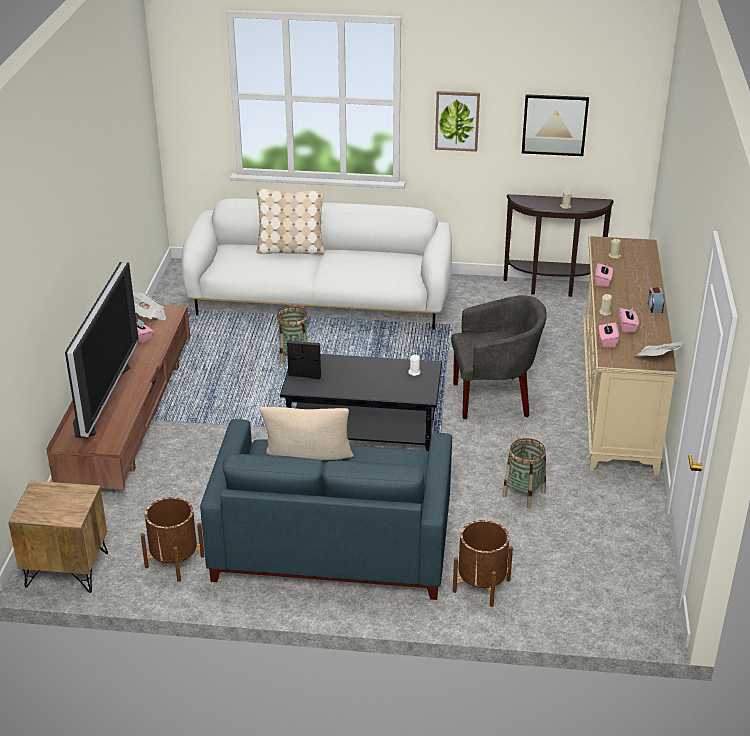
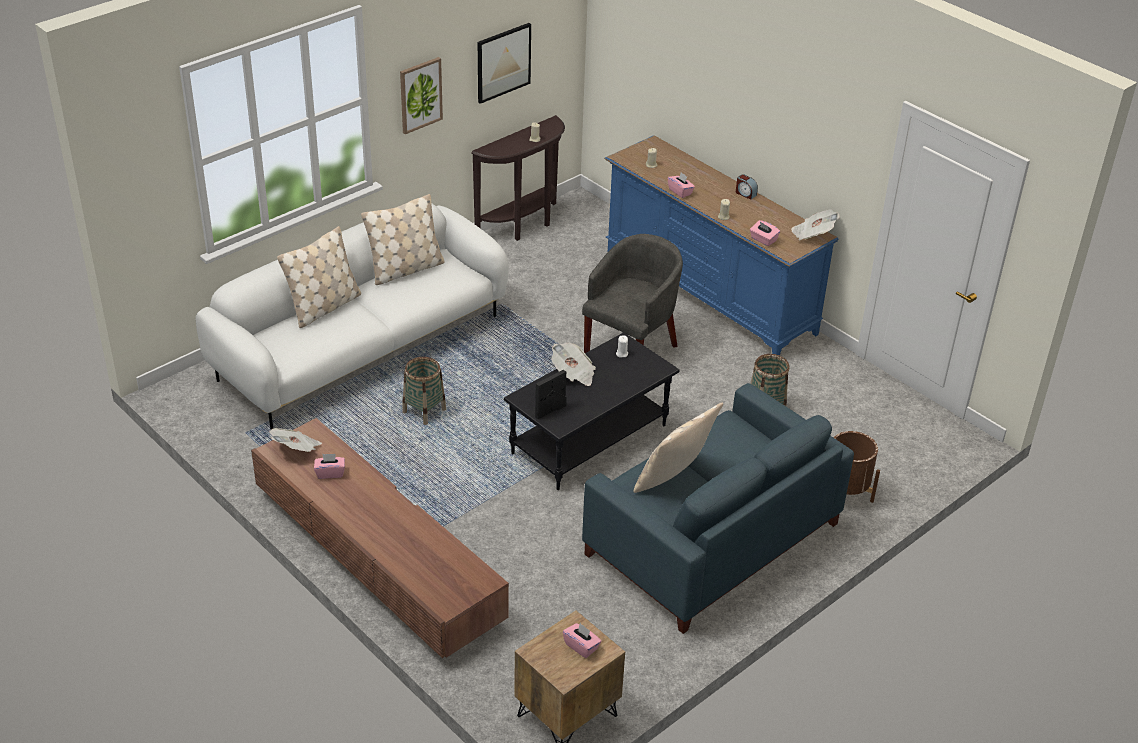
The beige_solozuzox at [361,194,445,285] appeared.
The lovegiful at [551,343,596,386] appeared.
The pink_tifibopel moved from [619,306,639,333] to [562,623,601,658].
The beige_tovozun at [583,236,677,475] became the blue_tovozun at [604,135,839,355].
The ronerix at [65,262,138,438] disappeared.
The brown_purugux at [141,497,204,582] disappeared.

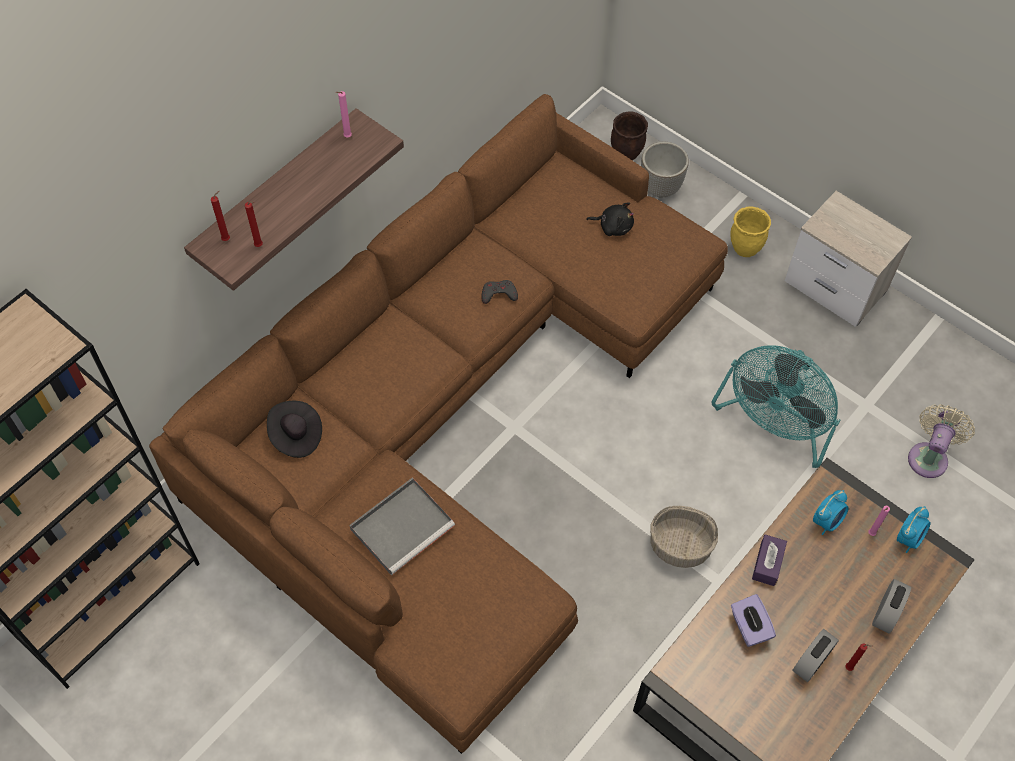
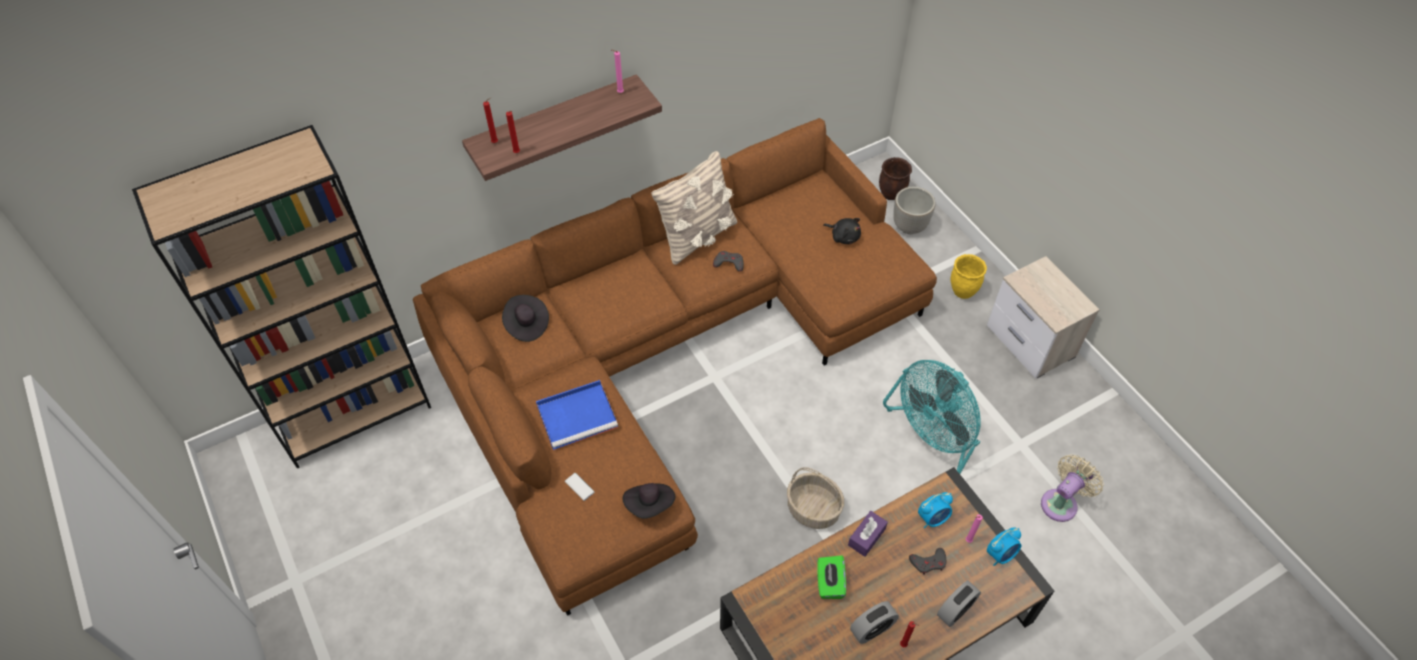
The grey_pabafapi at [349,477,455,576] became the blue_pabafapi at [536,380,618,450].
The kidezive at [565,473,594,501] appeared.
The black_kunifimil at [622,483,675,519] appeared.
The beige_solozuzox at [651,151,737,265] appeared.
The purple_tifibopel at [731,594,776,647] became the green_tifibopel at [817,555,846,599].
The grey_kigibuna at [909,548,946,575] appeared.

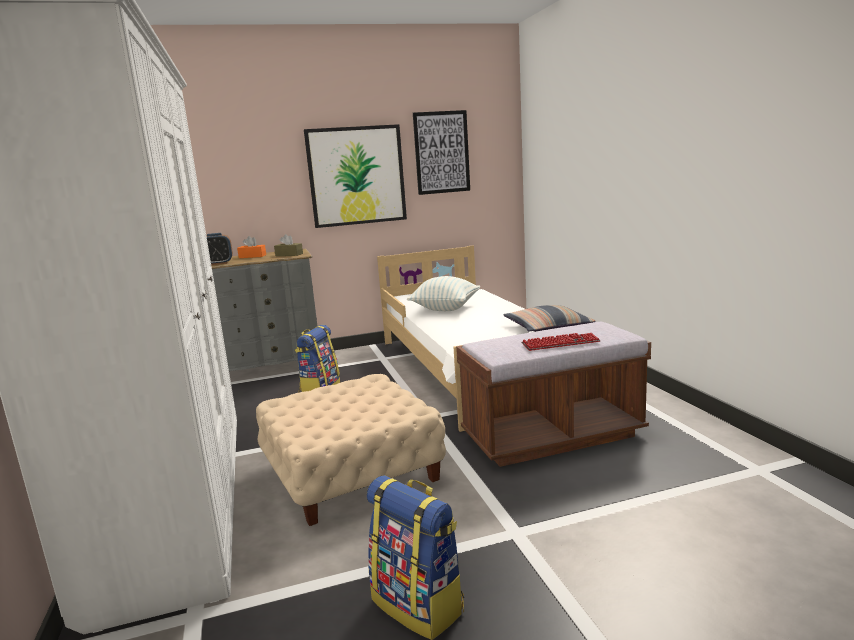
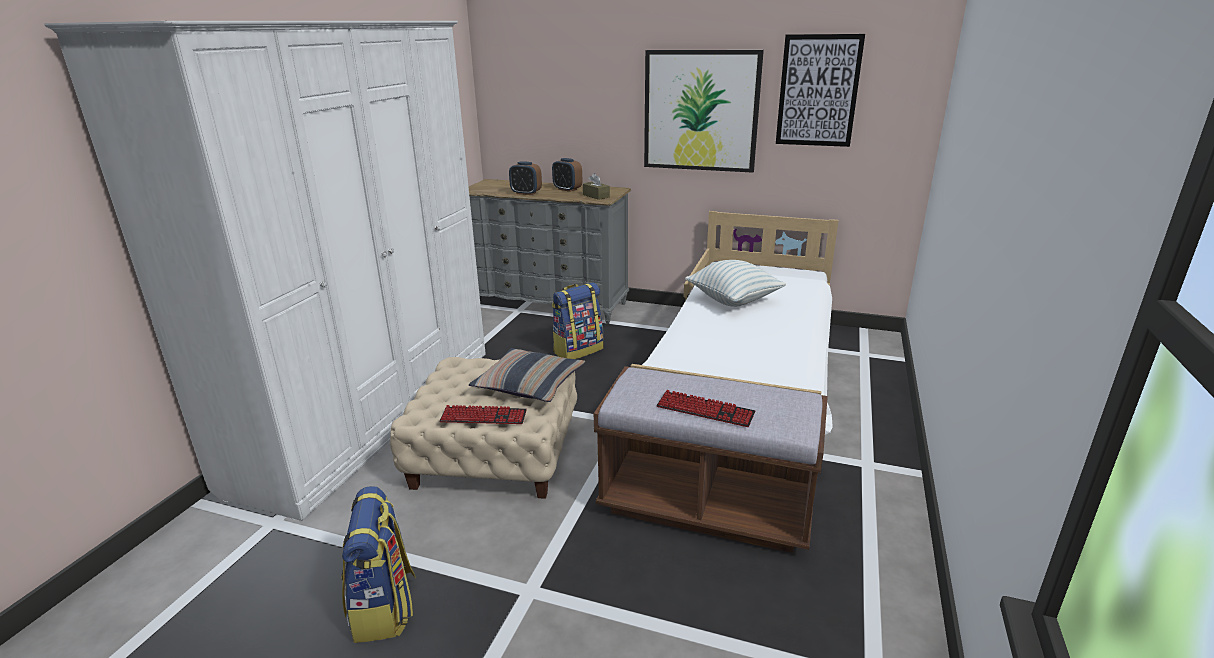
The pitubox at [440,405,527,424] appeared.
The solozuzox moved from [503,305,596,332] to [469,348,585,402].
The orange_tifibopel at [237,236,266,258] was replaced by the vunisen at [552,158,582,192].

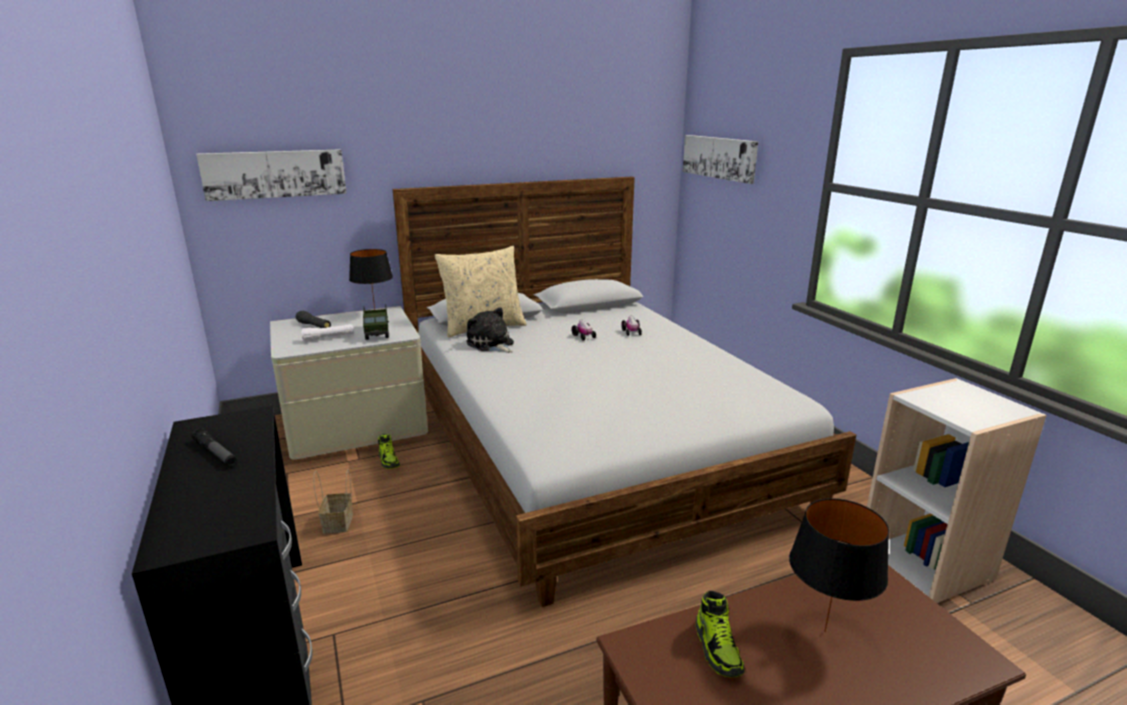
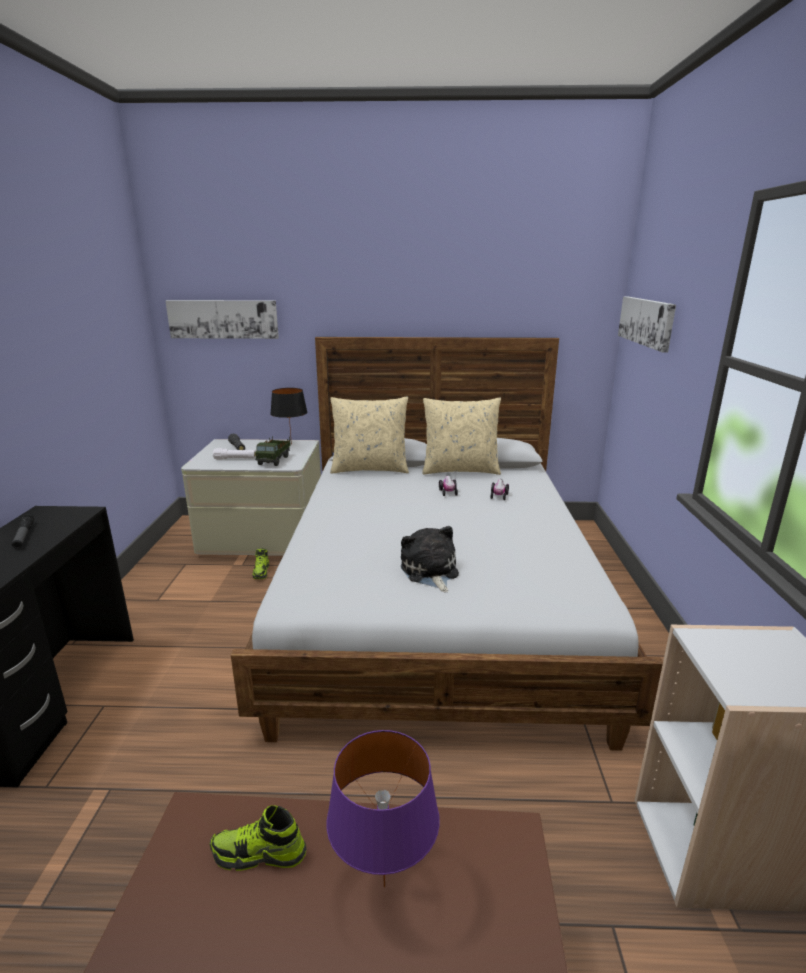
The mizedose at [696,591,745,677] turned 75 degrees clockwise.
The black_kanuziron at [789,498,889,632] became the purple_kanuziron at [327,730,440,888].
The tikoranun moved from [467,307,514,353] to [401,526,459,592].
The beige_solozuzox at [422,397,501,475] appeared.
The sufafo at [313,470,353,533] disappeared.

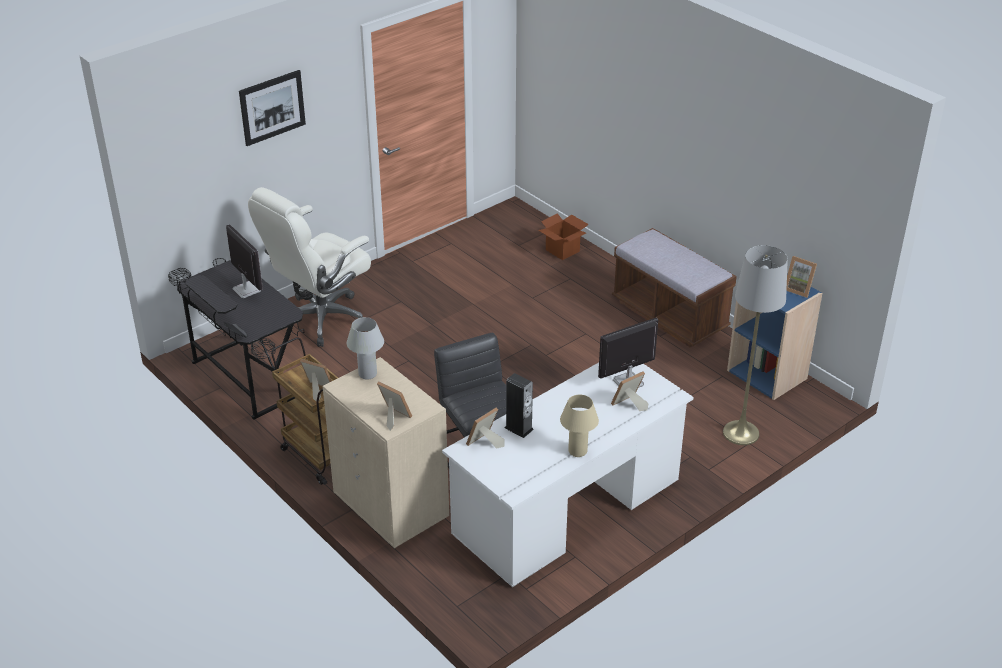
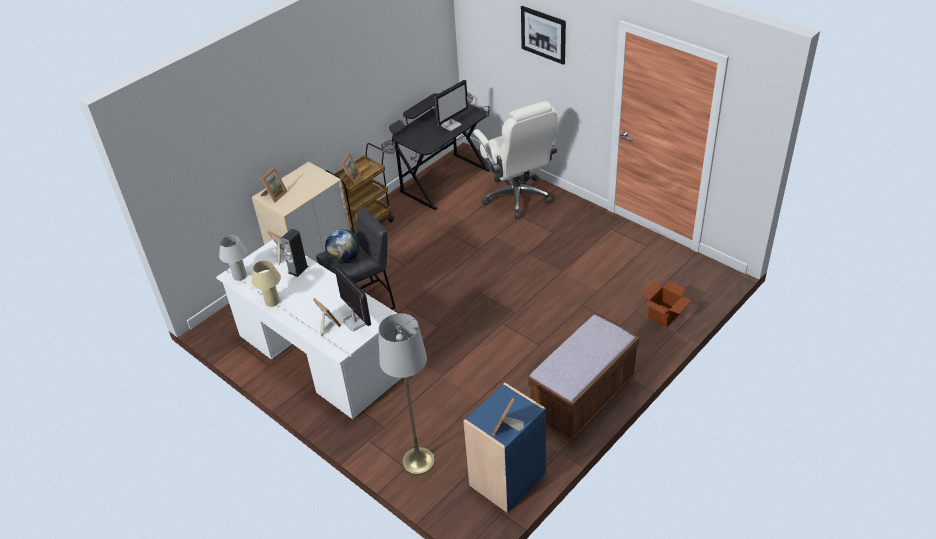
The white_kanuziron moved from [347,317,384,380] to [219,235,248,281].
The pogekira at [325,229,360,263] appeared.
The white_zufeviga at [248,187,371,347] turned 150 degrees counterclockwise.

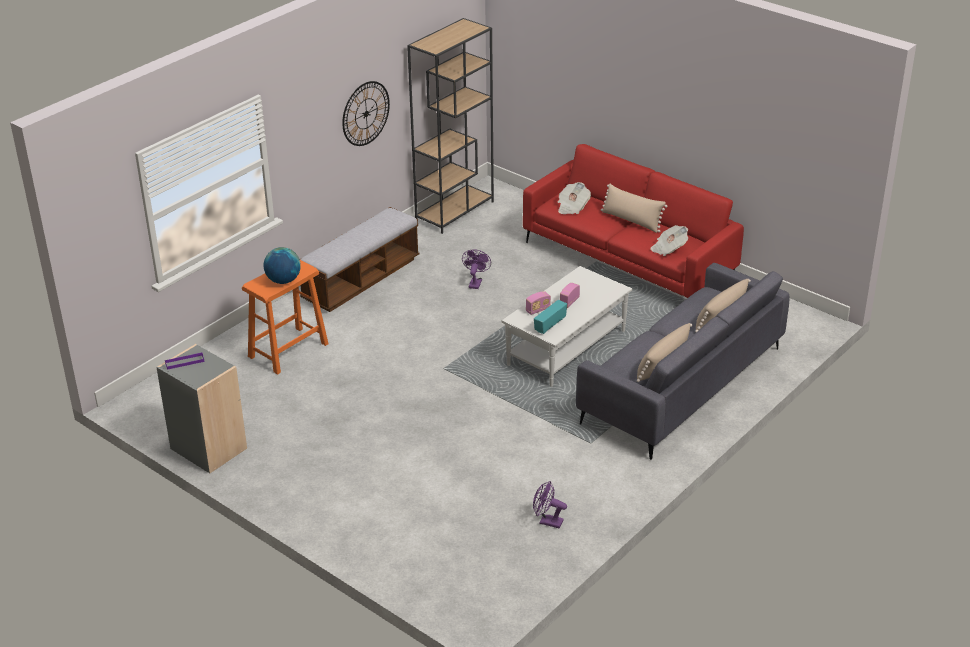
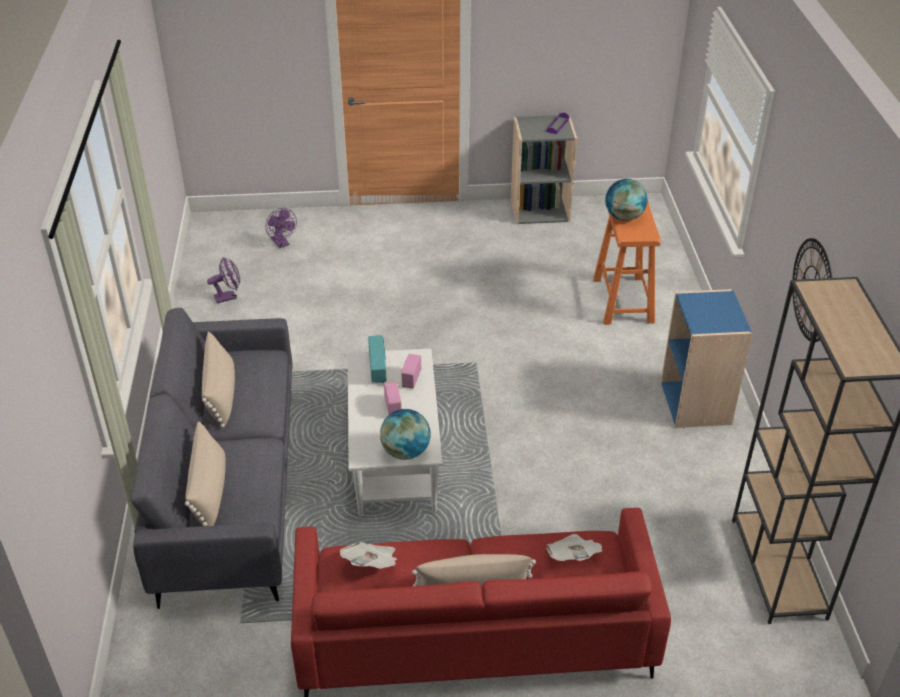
The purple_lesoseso moved from [462,249,491,289] to [265,208,297,248].
The pogekira at [380,409,431,460] appeared.
The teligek at [300,207,419,312] was replaced by the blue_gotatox at [661,289,753,428].

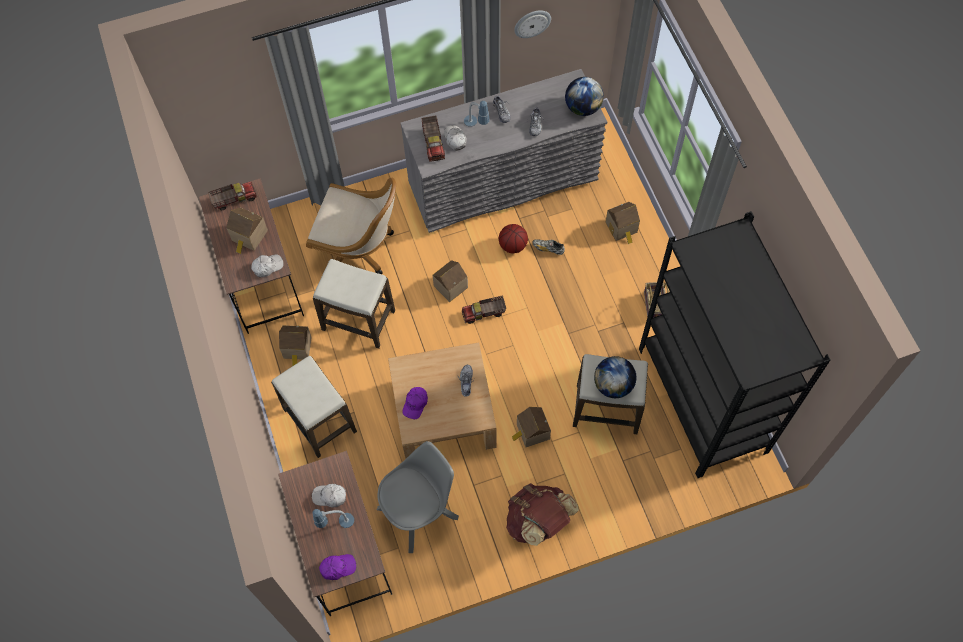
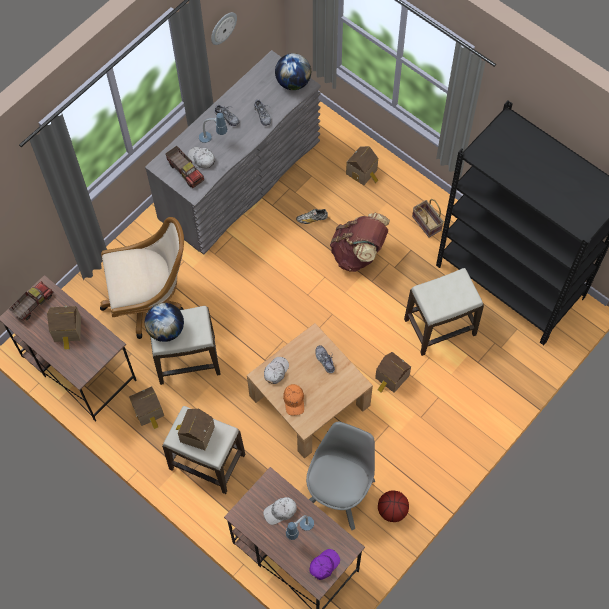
The pogekira moved from [594,356,636,398] to [145,303,184,342].
The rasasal moved from [433,260,468,302] to [176,409,215,450].
The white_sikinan moved from [251,254,284,277] to [264,357,289,384].
The purple_sikinan at [403,387,428,419] became the orange_sikinan at [283,384,304,416].
The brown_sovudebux moved from [506,483,579,546] to [330,213,390,272].
The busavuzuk moved from [499,224,528,253] to [378,491,409,522].
The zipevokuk at [462,295,506,324] disappeared.

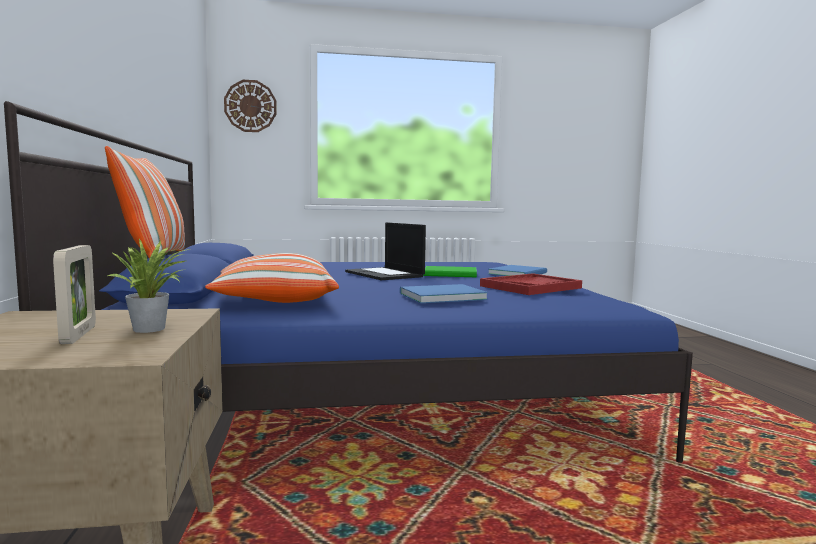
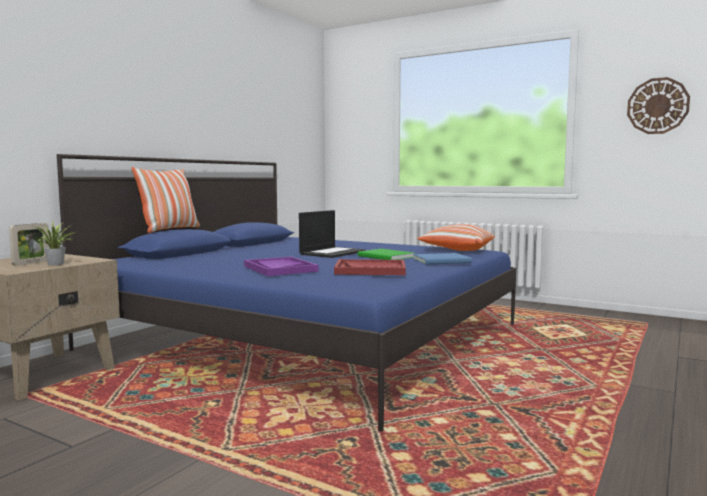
The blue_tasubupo at [400,284,488,303] was replaced by the purple_pabafapi at [244,257,319,276].
The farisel at [345,222,426,280] turned 150 degrees counterclockwise.
The solozuzox moved from [205,253,339,303] to [417,224,495,251].
The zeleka moved from [224,80,277,132] to [627,77,690,134].

